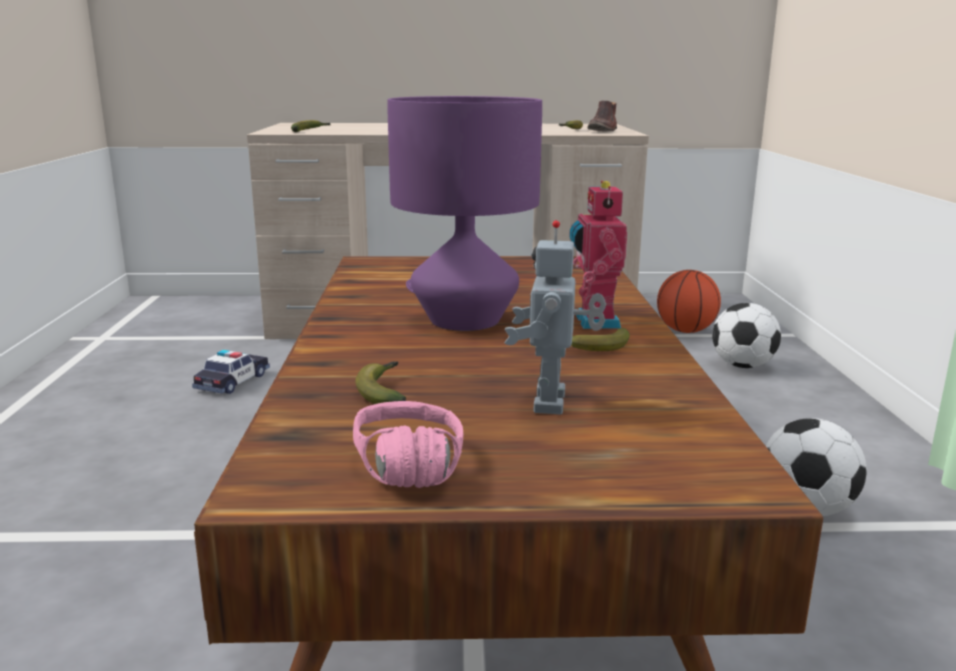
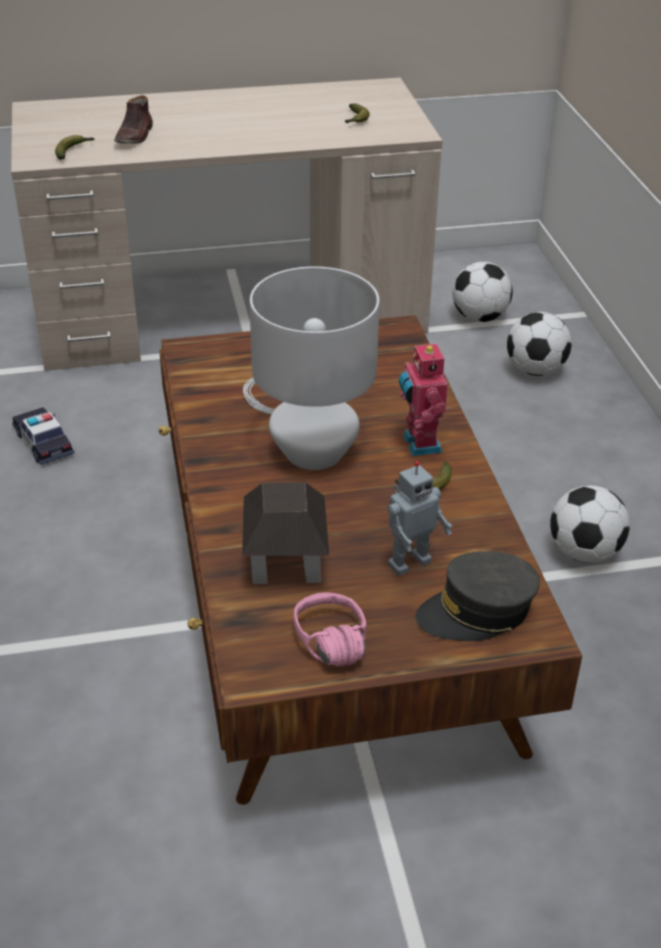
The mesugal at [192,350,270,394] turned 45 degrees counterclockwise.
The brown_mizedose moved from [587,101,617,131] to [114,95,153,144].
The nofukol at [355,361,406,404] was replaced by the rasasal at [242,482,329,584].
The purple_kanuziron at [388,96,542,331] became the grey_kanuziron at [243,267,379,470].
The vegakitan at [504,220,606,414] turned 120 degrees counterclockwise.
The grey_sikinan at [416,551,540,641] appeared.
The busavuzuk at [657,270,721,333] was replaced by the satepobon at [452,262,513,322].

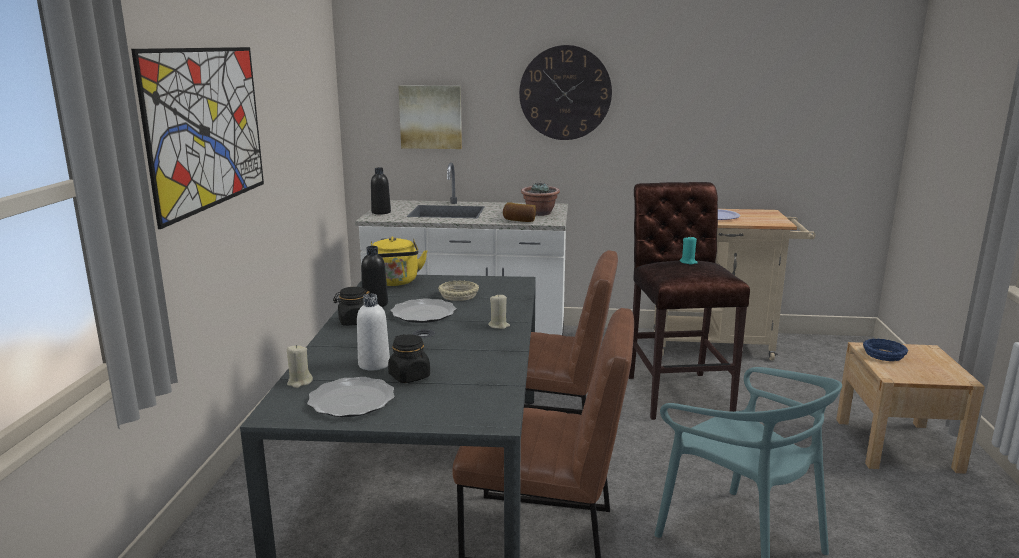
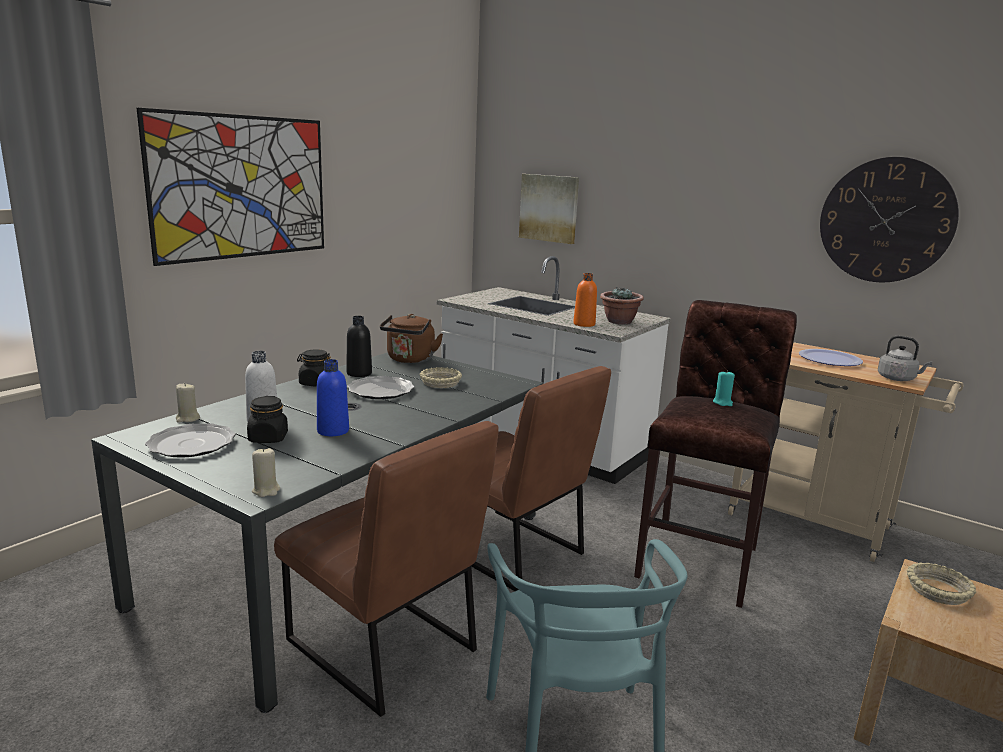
The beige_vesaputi moved from [488,294,510,329] to [252,447,280,497].
The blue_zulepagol at [317,359,349,436] appeared.
The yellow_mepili at [371,237,427,286] became the brown_mepili at [380,314,443,363].
The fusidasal at [503,202,536,222] was replaced by the orange_zulepagol at [573,273,597,327].
The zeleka moved from [519,45,612,140] to [820,157,959,283].
The grey_mepili at [878,336,933,381] appeared.
The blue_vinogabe at [863,338,908,361] became the beige_vinogabe at [907,562,976,605].
The black_zulepagol at [371,168,391,215] disappeared.

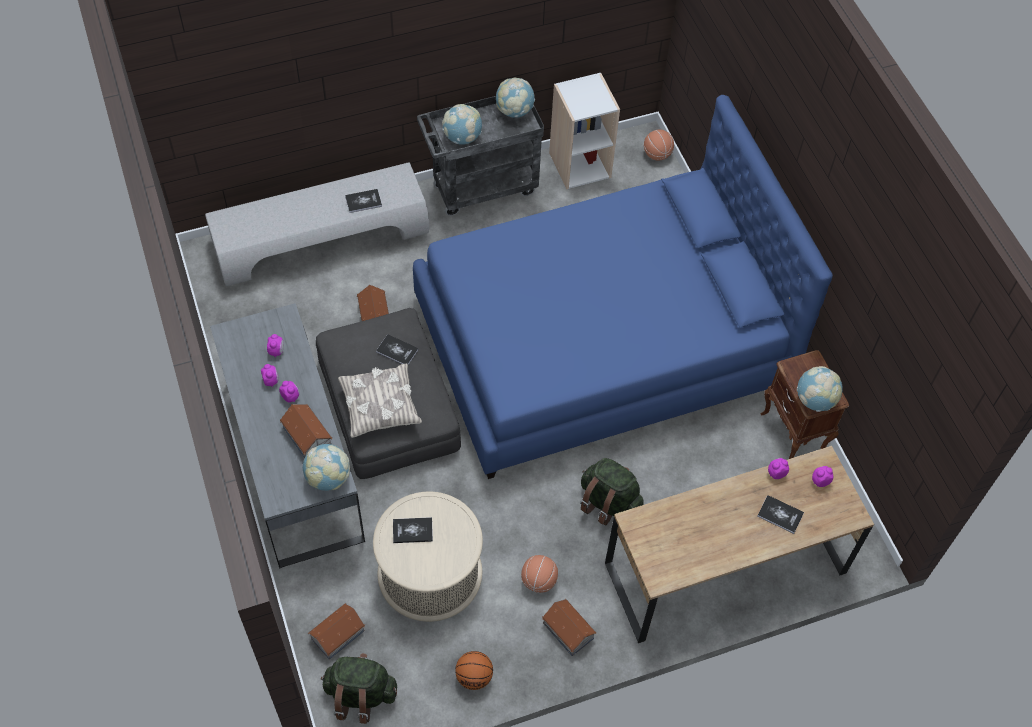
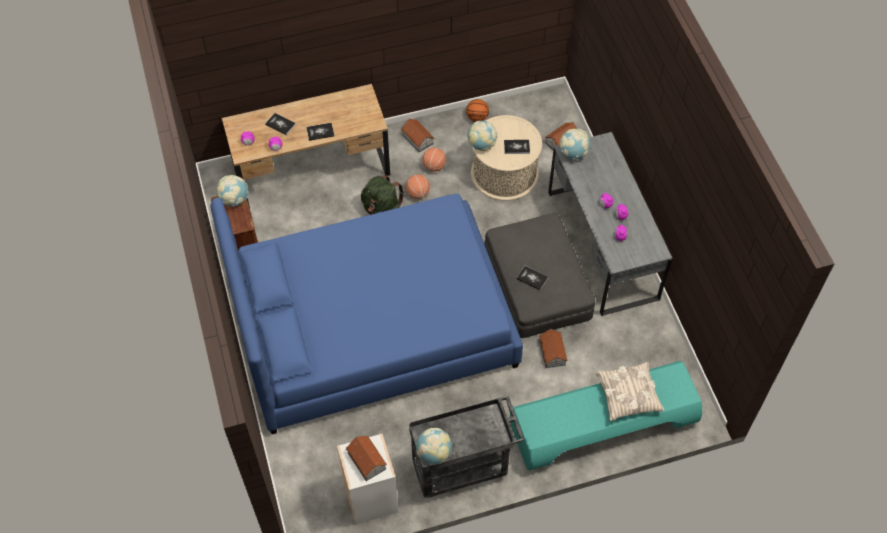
The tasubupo moved from [345,189,382,213] to [306,122,335,141].
The rasasal moved from [280,404,332,458] to [346,435,387,481].
The busavuzuk moved from [644,130,674,161] to [406,174,430,199].
The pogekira moved from [442,104,482,145] to [468,121,498,151].
The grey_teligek at [205,162,429,286] became the turquoise_teligek at [510,361,702,470].
The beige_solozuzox moved from [338,364,422,438] to [595,362,664,421].
The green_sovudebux at [321,653,397,724] disappeared.

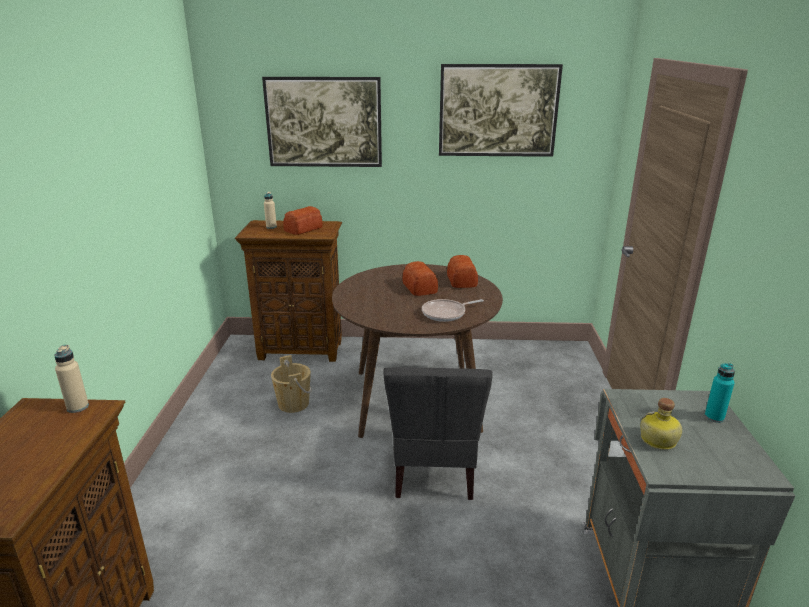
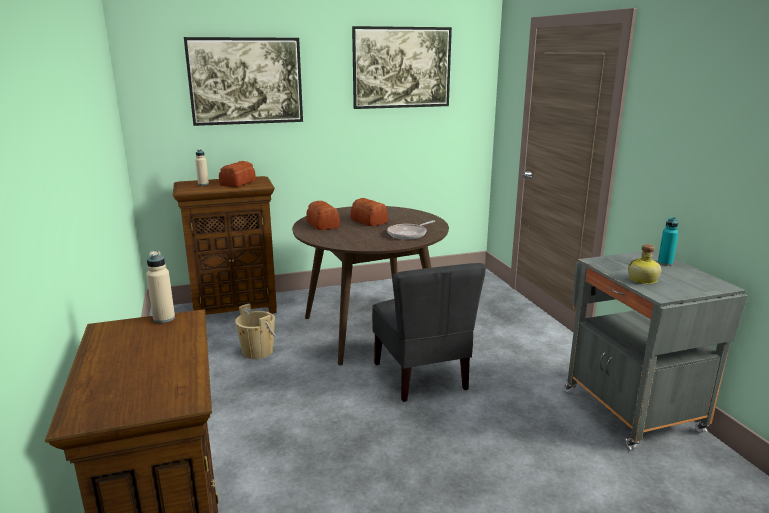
The fusidasal moved from [447,255,478,288] to [307,201,340,230].

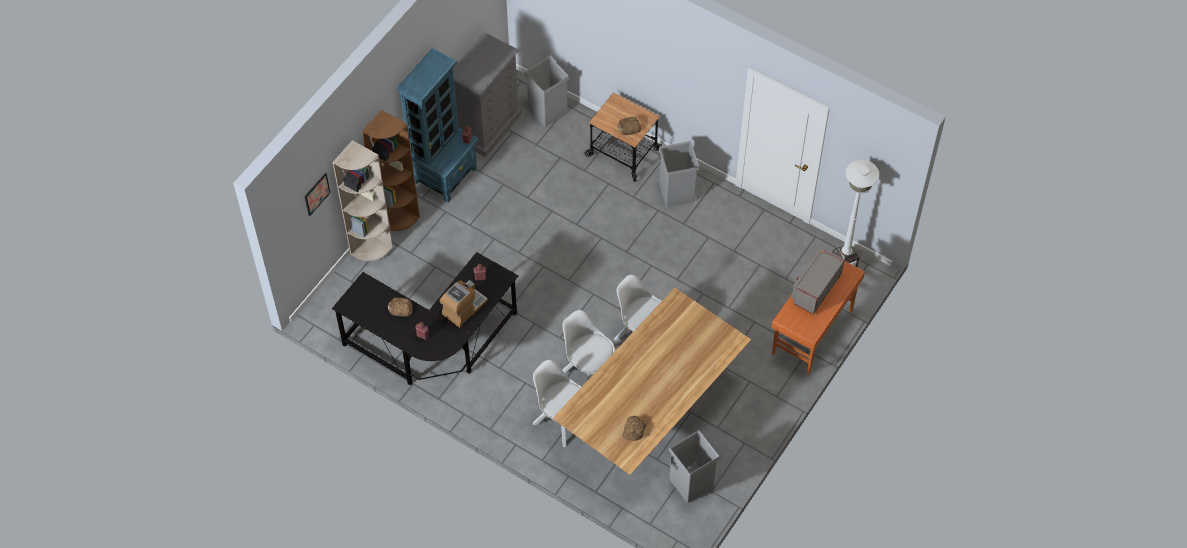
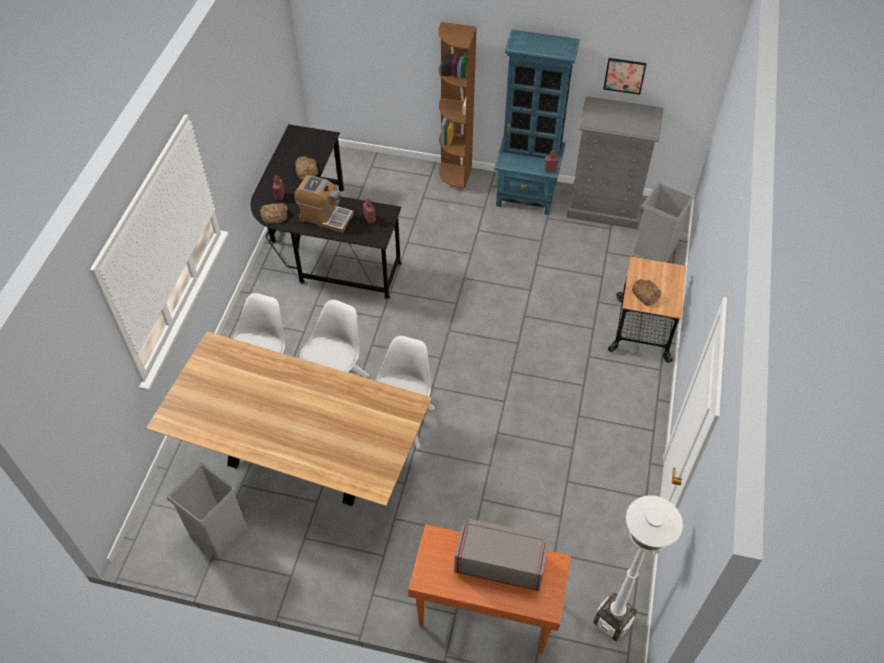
The fusidasal moved from [623,416,646,441] to [260,203,288,224].
The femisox moved from [304,173,330,216] to [603,58,647,95].
The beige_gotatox at [333,140,393,261] disappeared.
The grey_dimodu at [659,141,699,207] disappeared.

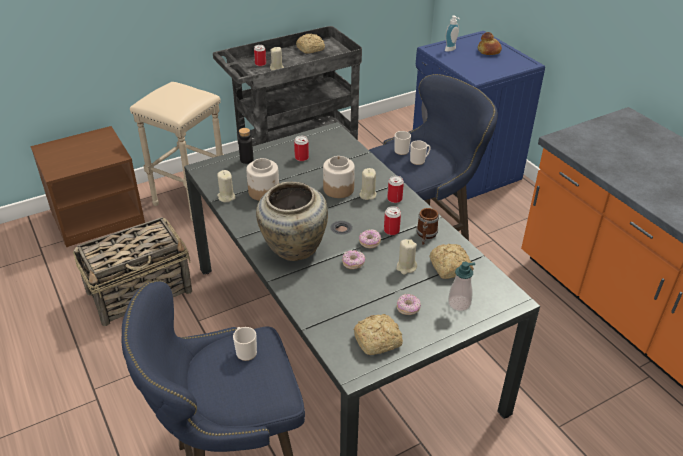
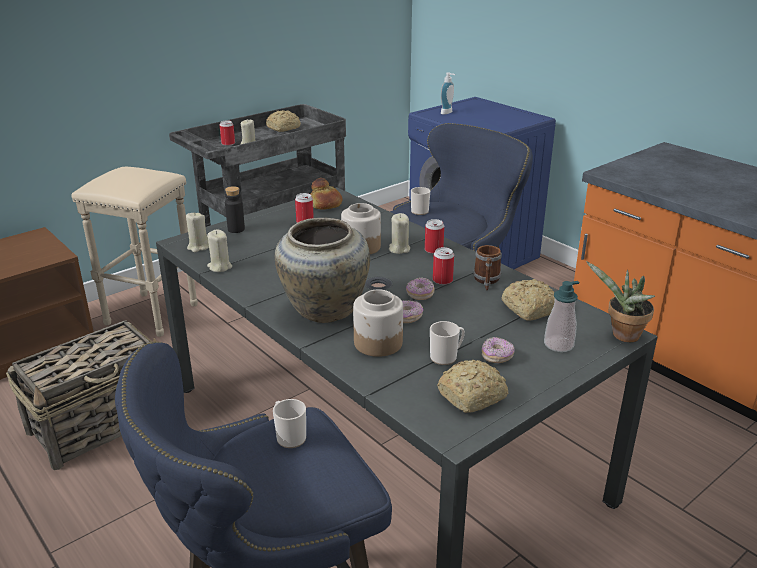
The beige_vesaputi moved from [396,239,417,275] to [186,212,209,252].
The fusidasal moved from [478,32,502,55] to [310,178,342,209].
The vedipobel moved from [246,158,279,201] to [353,289,403,357].
The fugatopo moved from [410,140,431,165] to [430,321,465,365].
The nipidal at [586,261,655,342] appeared.

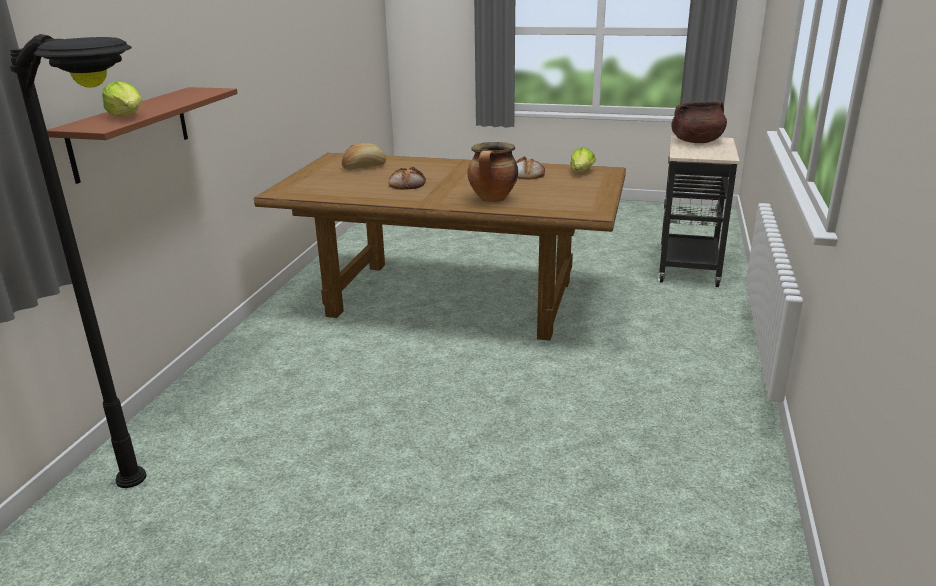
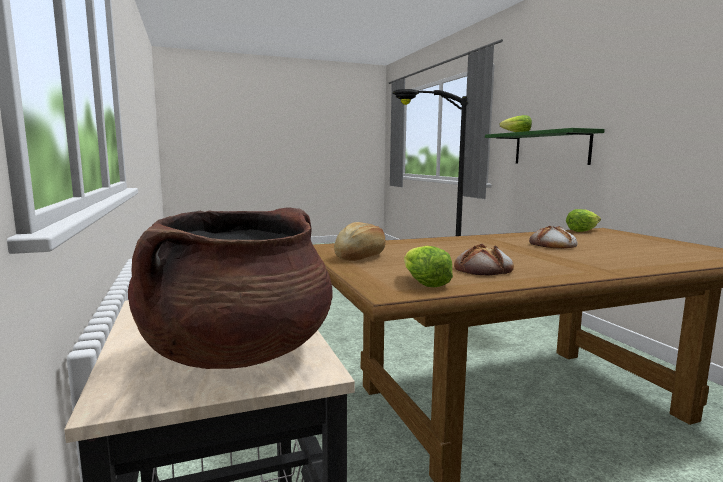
The fusidasal moved from [342,143,386,169] to [334,222,385,261].
The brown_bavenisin at [47,87,238,184] became the green_bavenisin at [485,128,605,165].
The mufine at [566,209,601,232] appeared.
The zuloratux at [467,142,518,202] disappeared.

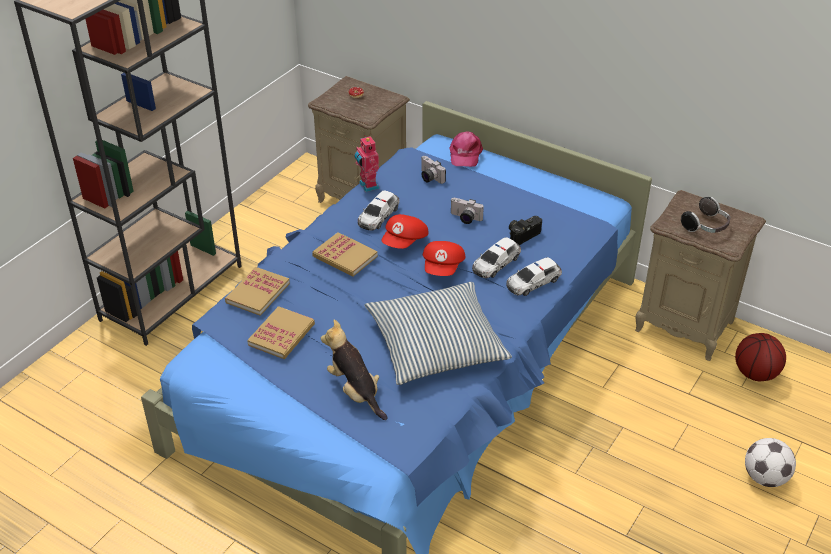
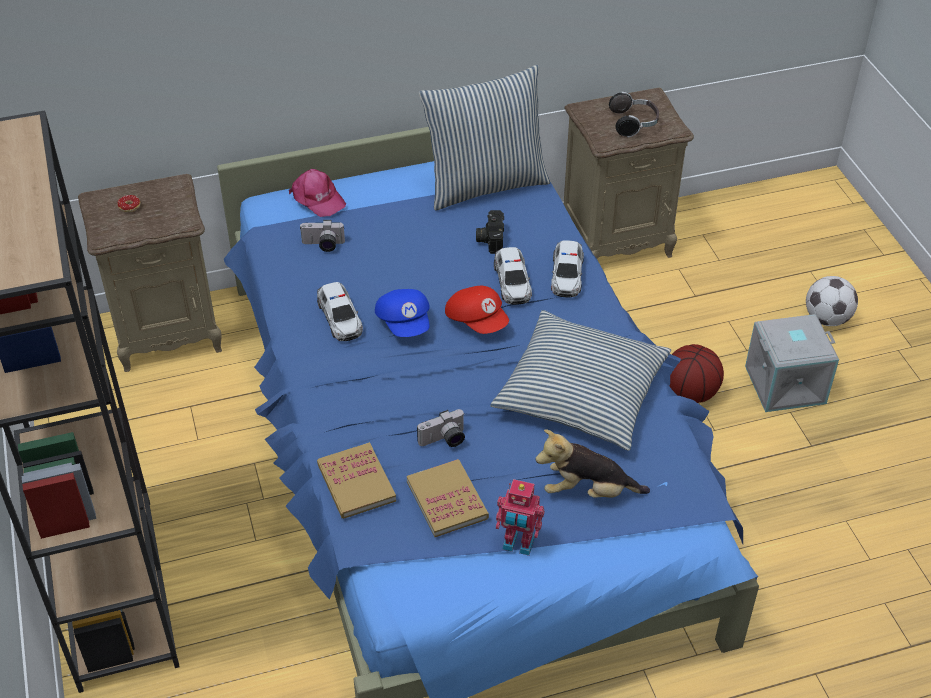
The red_sikinan at [381,214,428,249] became the blue_sikinan at [375,289,430,337].
The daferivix moved from [450,198,484,224] to [417,409,465,447].
The solozuzox at [419,65,550,211] appeared.
The vegakitan moved from [354,135,380,192] to [496,479,545,556].
The busavuzuk moved from [735,333,786,381] to [669,344,724,403].
The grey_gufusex at [745,314,839,412] appeared.
The tasubupo at [312,232,378,277] disappeared.

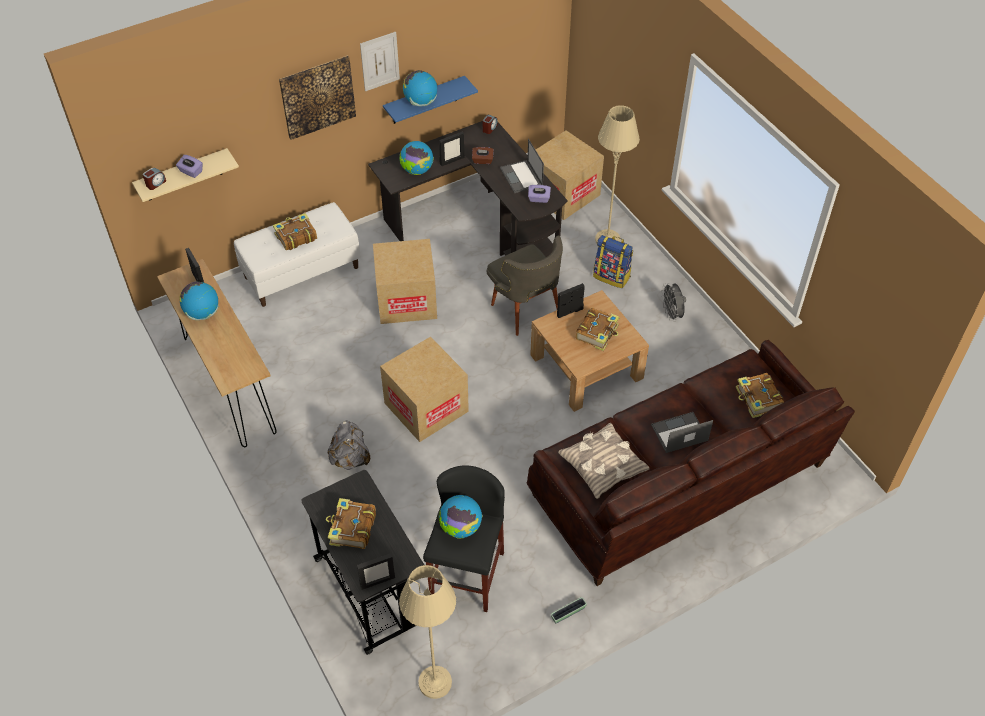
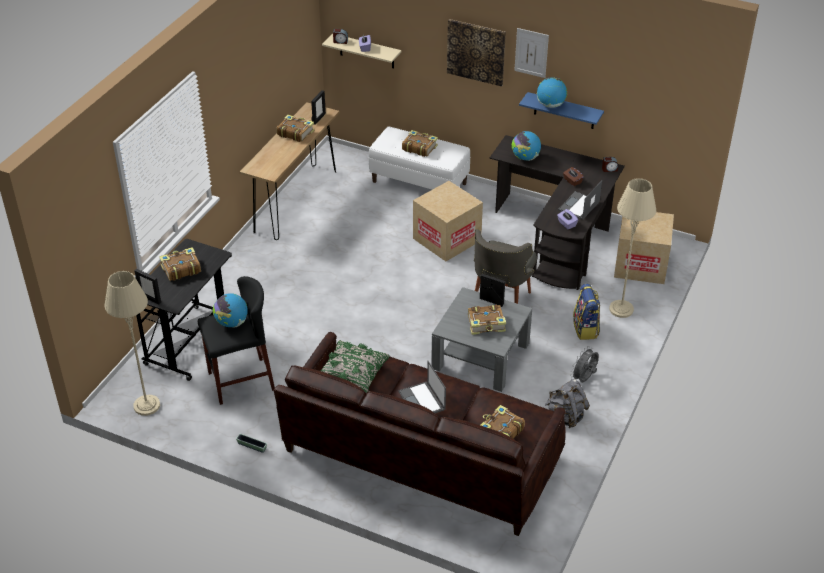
The pogekira at [180,282,218,320] was replaced by the tasubupo at [277,115,314,142].
The beige_solozuzox at [558,423,650,499] became the green_solozuzox at [320,340,390,394].
The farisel at [651,412,713,453] turned 150 degrees counterclockwise.
The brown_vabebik at [530,290,649,412] became the grey_vabebik at [431,287,532,392].
The grey_sovudebux moved from [328,420,370,470] to [545,379,590,428].
The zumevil at [380,337,469,442] disappeared.
The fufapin at [439,132,464,166] disappeared.

